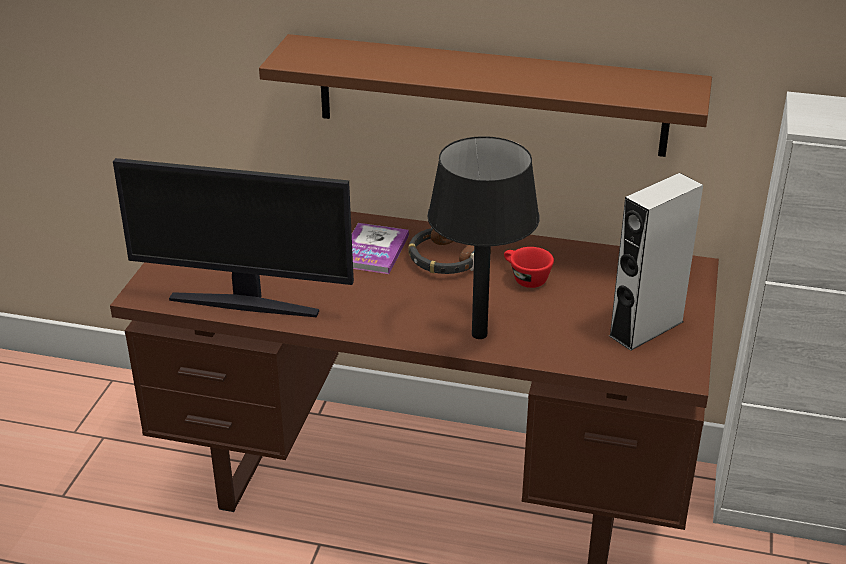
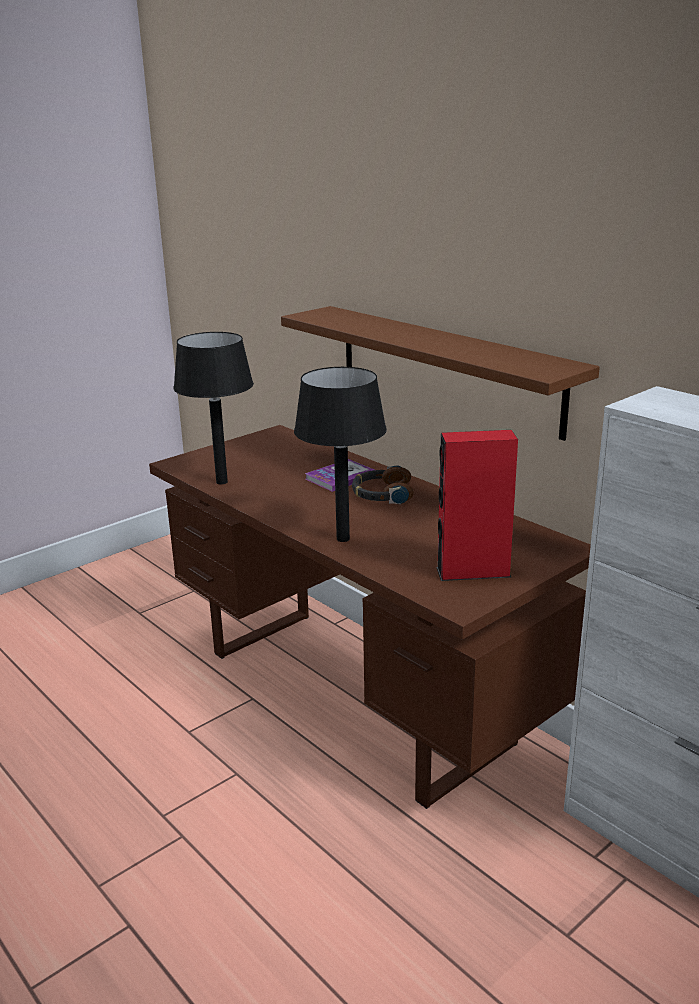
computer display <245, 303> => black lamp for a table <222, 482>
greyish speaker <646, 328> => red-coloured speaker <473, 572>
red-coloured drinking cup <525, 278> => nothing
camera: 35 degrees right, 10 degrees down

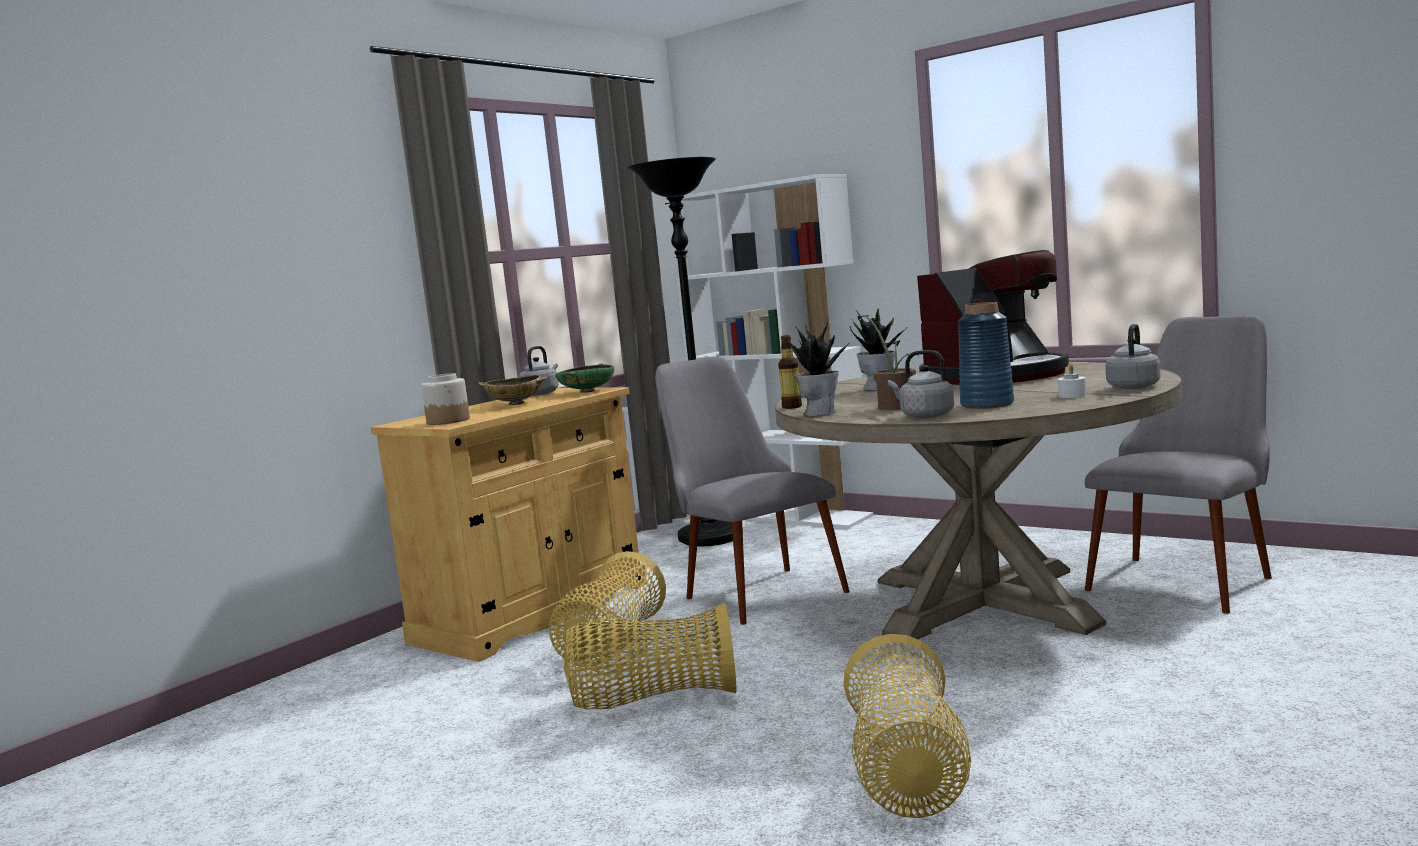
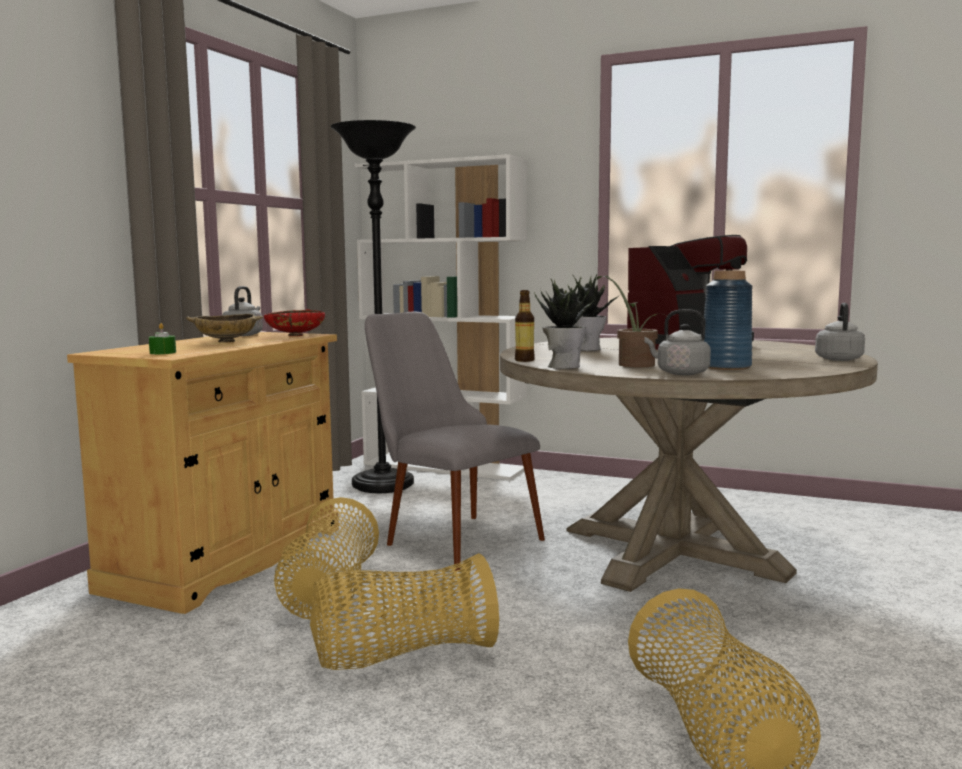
storage jar <448, 421> => green-coloured candle <163, 352>
green-coloured serving bowl <587, 391> => red-coloured serving bowl <295, 335>
white-coloured candle <1072, 395> => nothing
greyish upright chair <1189, 575> => nothing
camera: 15 degrees left, 0 degrees up

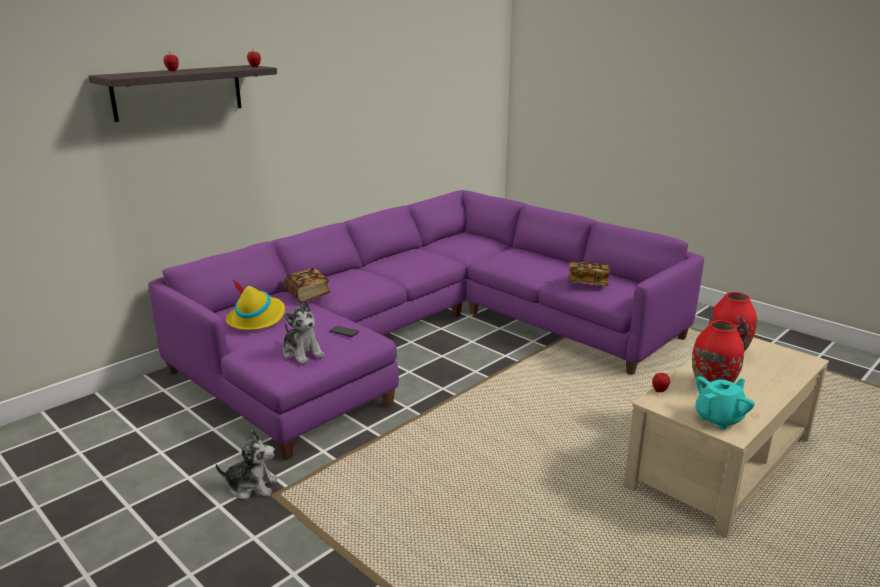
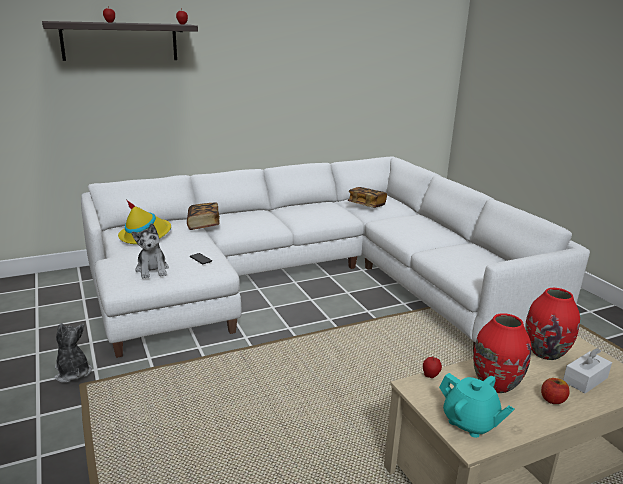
cuddly toy <251, 486> => cuddly toy <73, 372>, 150 degrees counterclockwise
purple-coloured settee <427, 333> => white-coloured settee <314, 278>
book <588, 283> => book <366, 205>, relocated
turquoise pot for tea <719, 418> => turquoise pot for tea <470, 422>, 60 degrees clockwise
nothing => apple fruit <552, 400>
nothing => white-coloured tissue box <585, 379>
camera: 20 degrees right, 0 degrees up

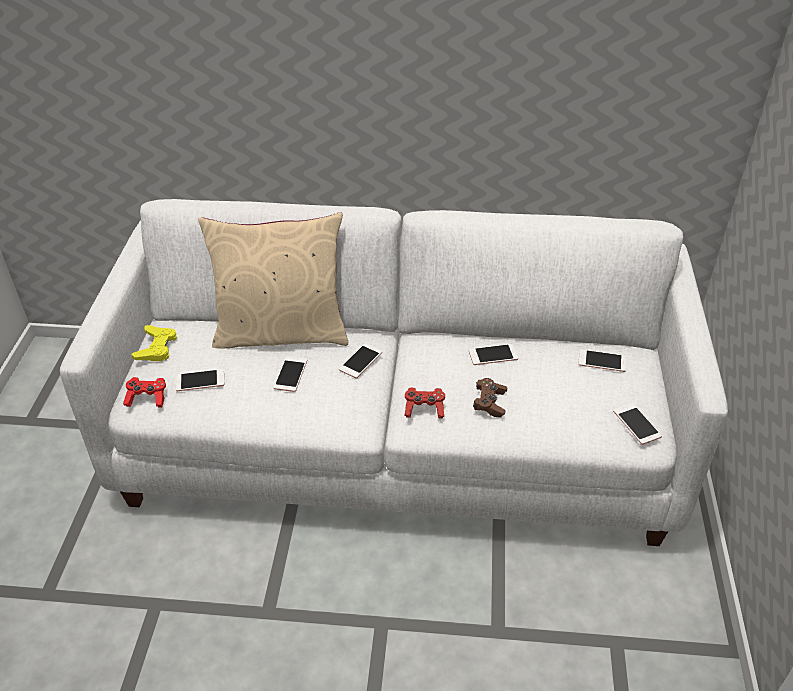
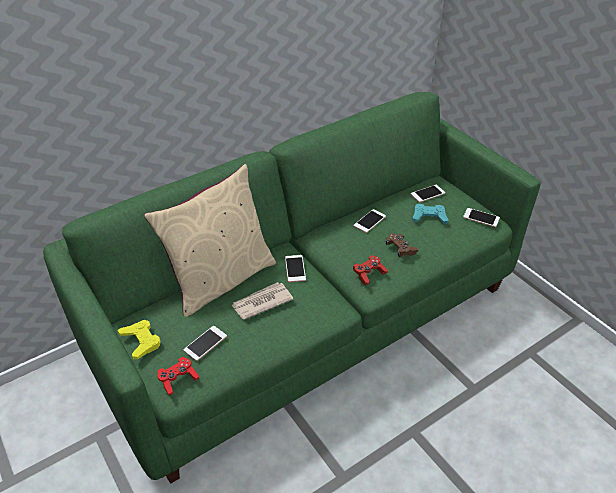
white-coloured settee <398, 440> => green-coloured settee <308, 319>
phone <290, 374> => daily paper <261, 302>
nothing => turquoise joypad <429, 217>
camera: 40 degrees left, 0 degrees up

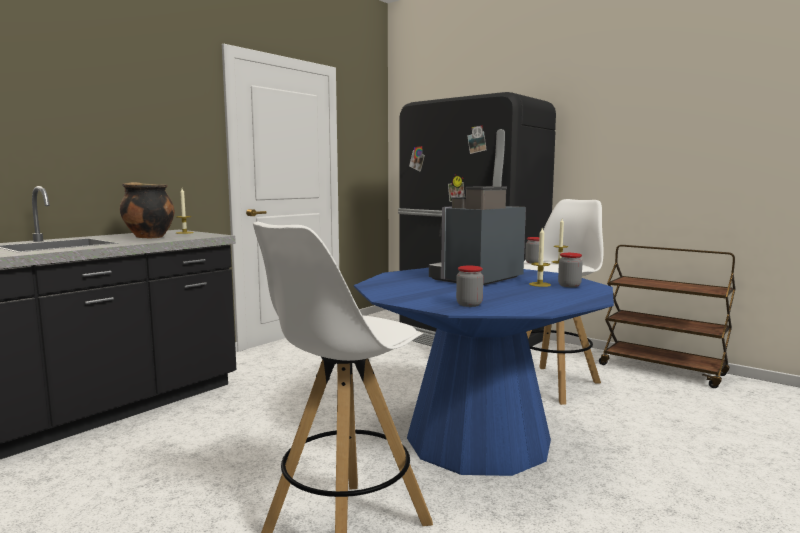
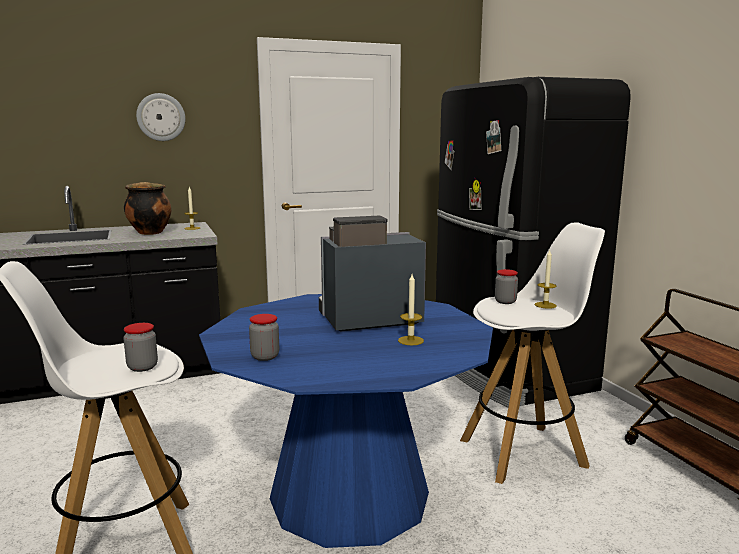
storage jar <569, 285> => storage jar <142, 367>, relocated
nothing => wall clock <161, 117>
camera: 30 degrees right, 5 degrees up

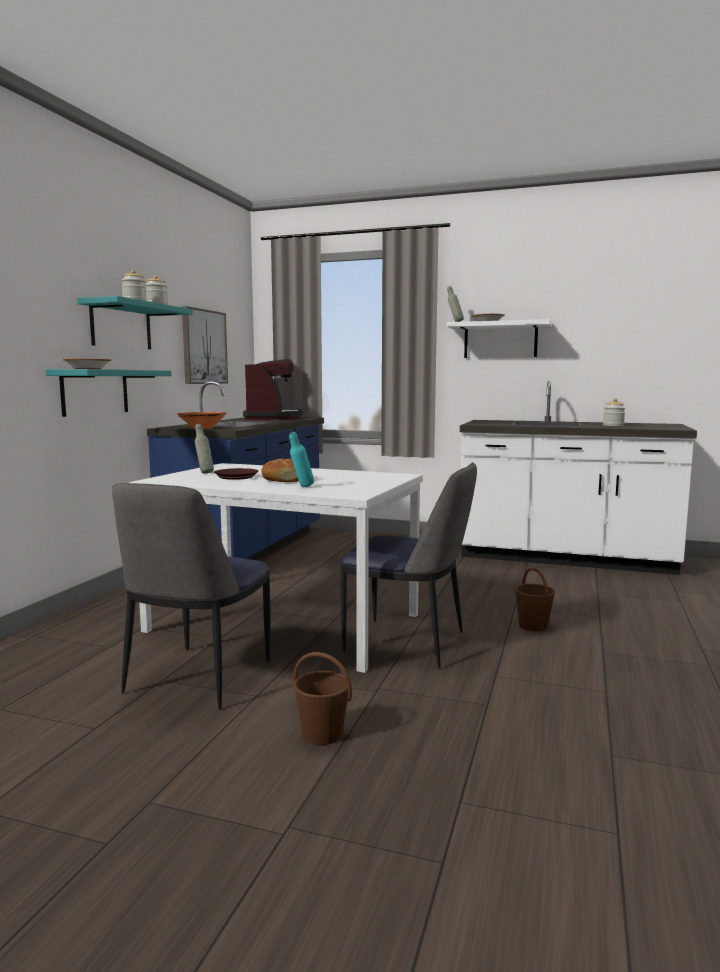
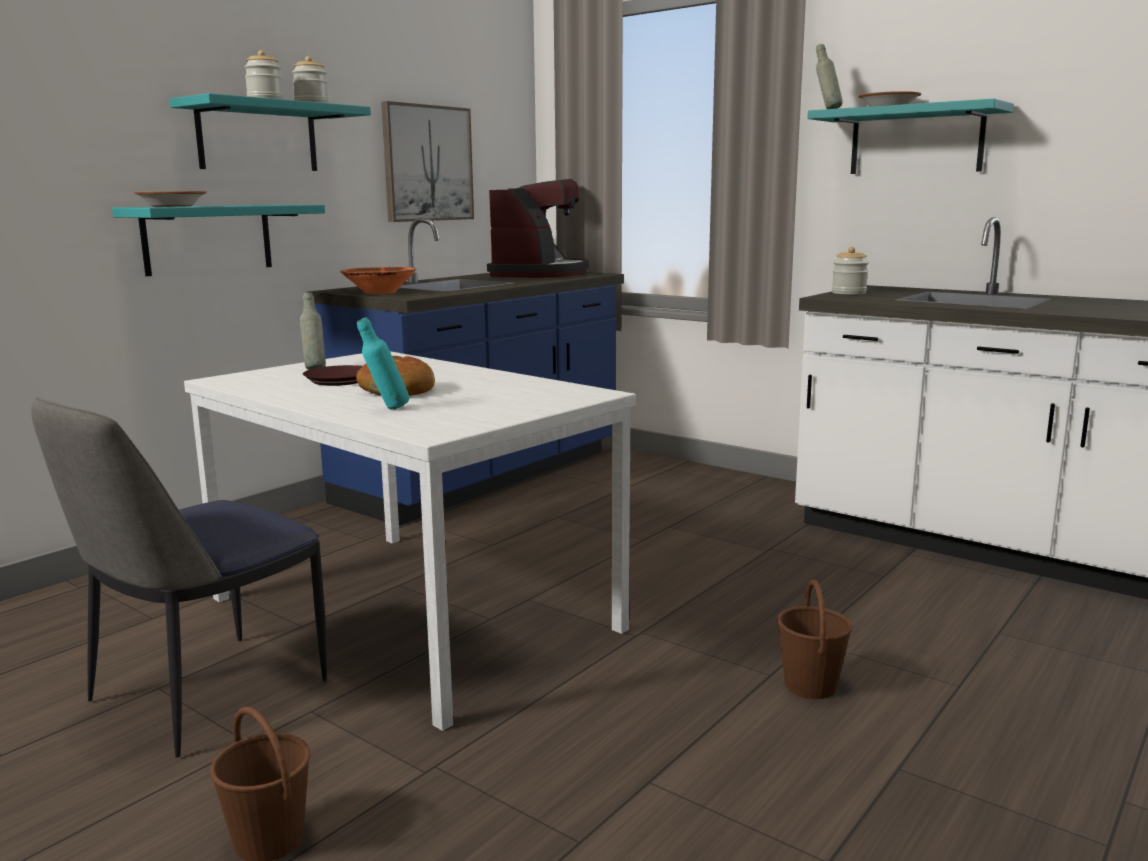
white-coloured wall shelf <500, 340> => turquoise wall shelf <916, 141>
storage jar <613, 425> => storage jar <848, 293>, relocated
upright chair <409, 643> => nothing
camera: 20 degrees right, 5 degrees up

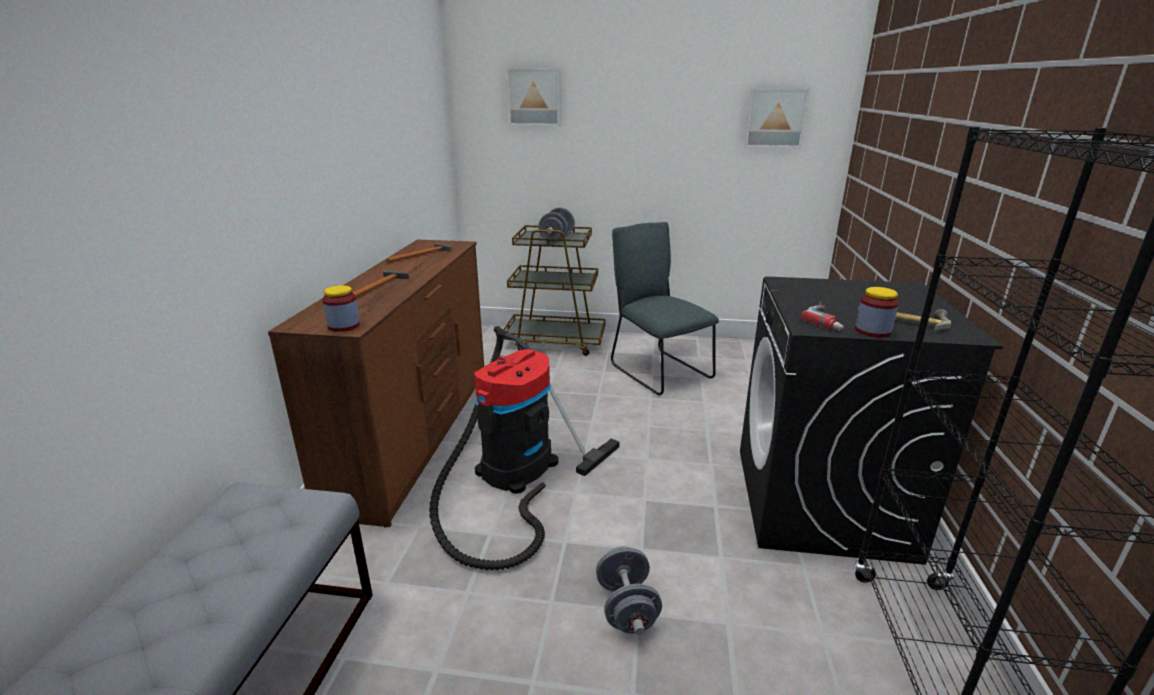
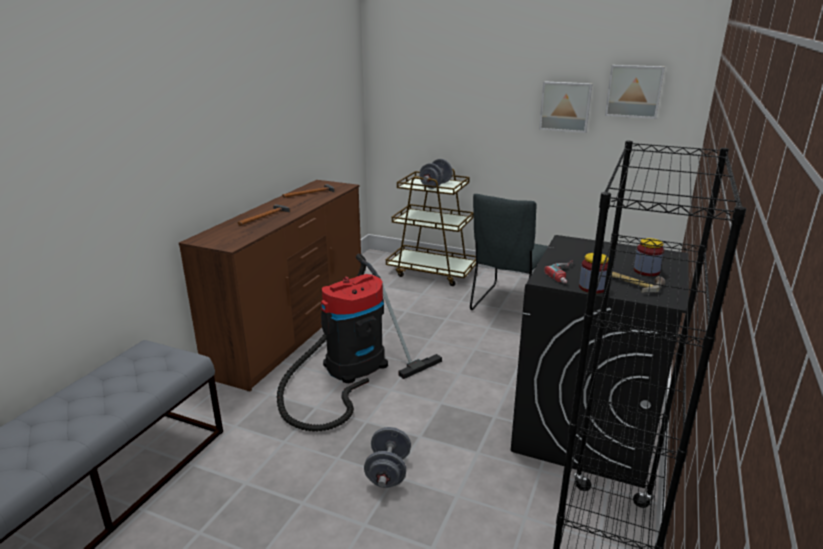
greyish upright chair <657, 370> => greyish upright chair <507, 305>, 135 degrees counterclockwise
wall picture <534, 97> => wall picture <565, 106>, relocated
storage jar <344, 326> => storage jar <646, 271>, relocated
camera: 15 degrees right, 0 degrees up

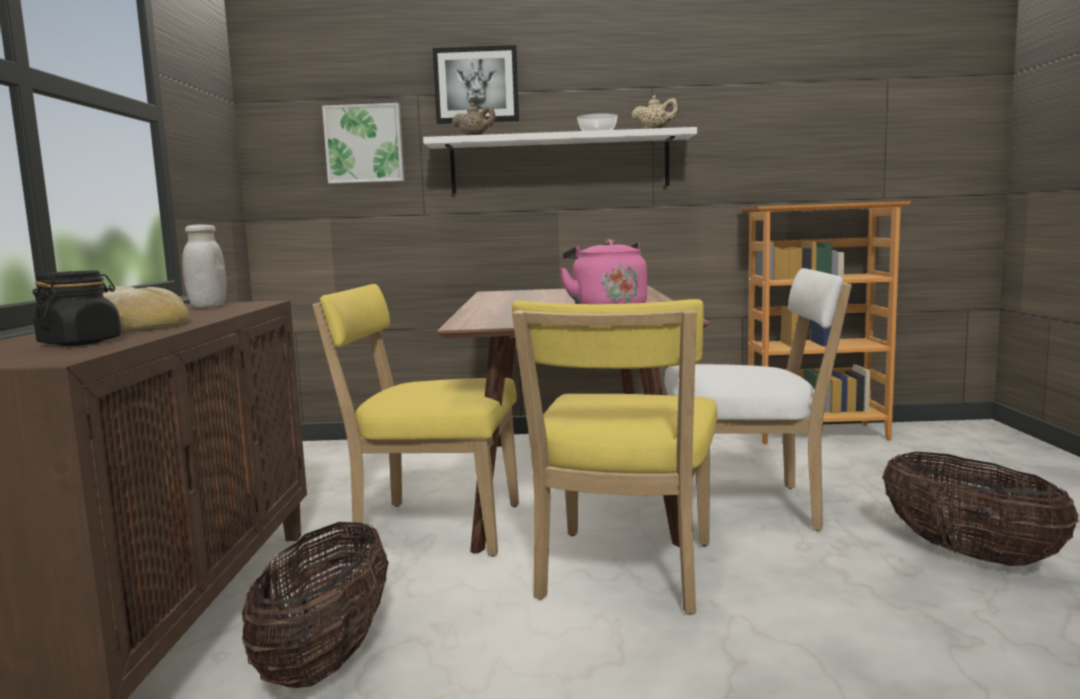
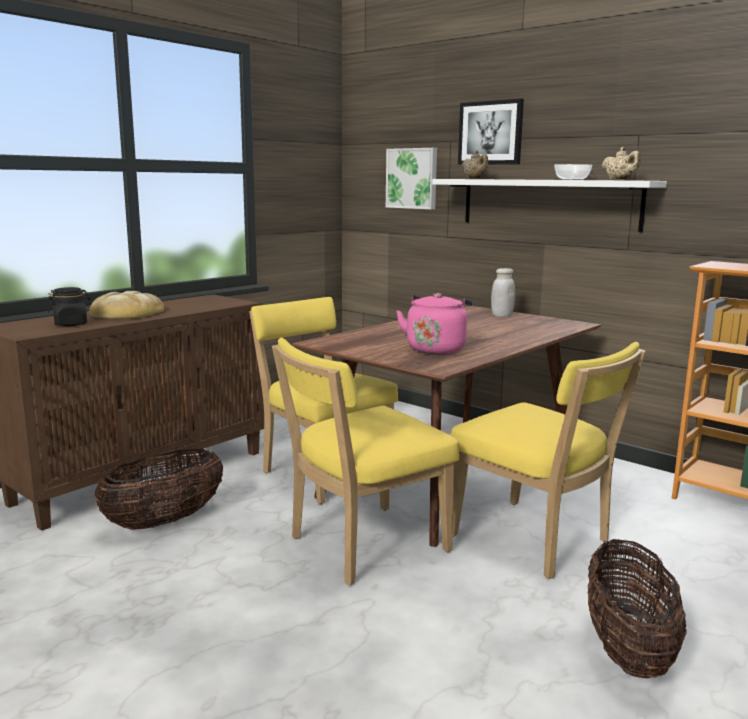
white-coloured upright chair <748, 508> => yellowish upright chair <535, 541>
white-coloured storage jar <207, 306> => white-coloured storage jar <501, 316>, relocated
camera: 40 degrees right, 5 degrees up

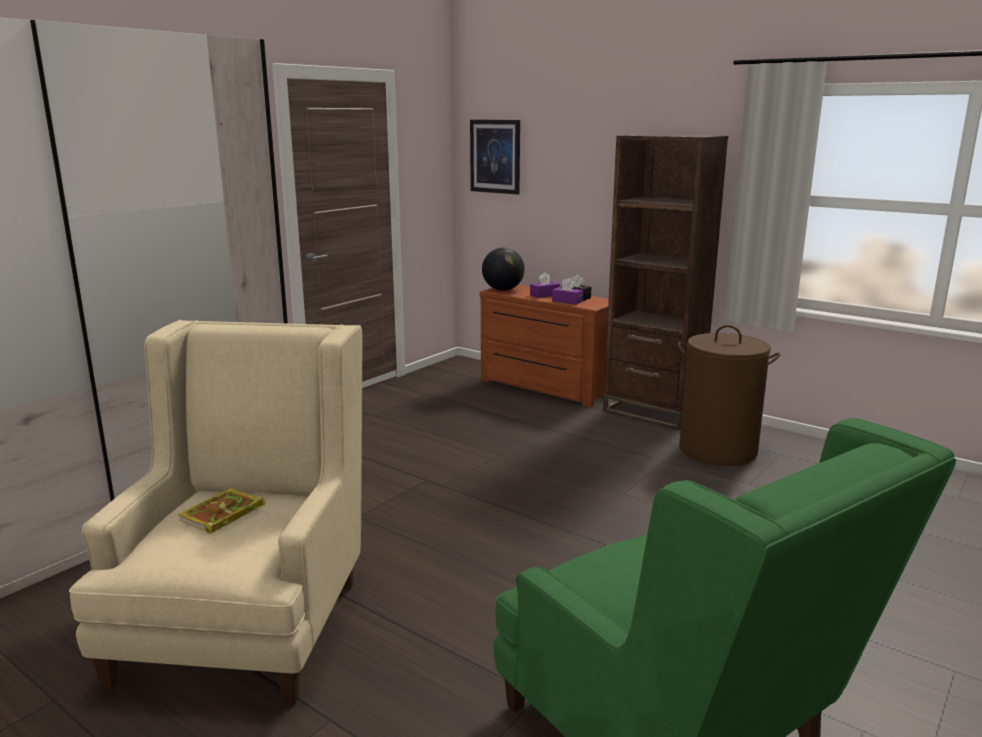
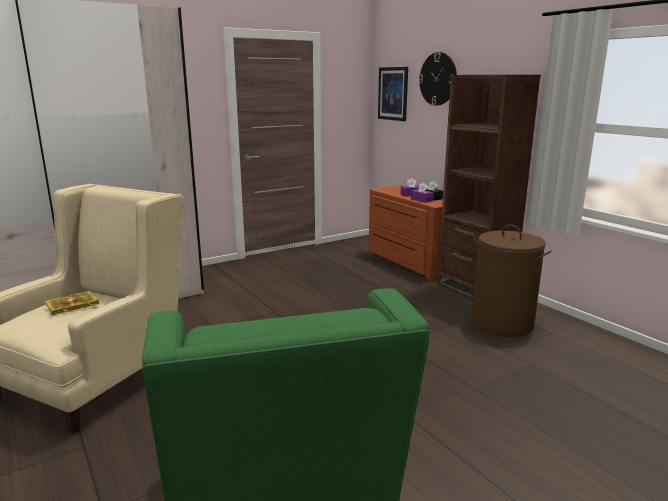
nothing => wall clock <438, 79>
world globe <503, 290> => nothing
camera: 20 degrees right, 0 degrees up

